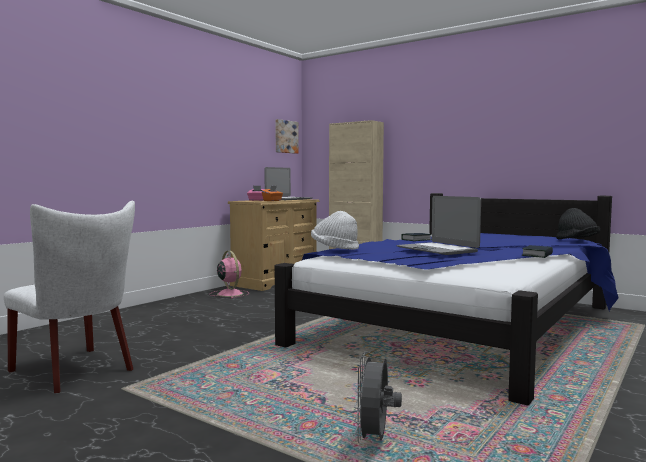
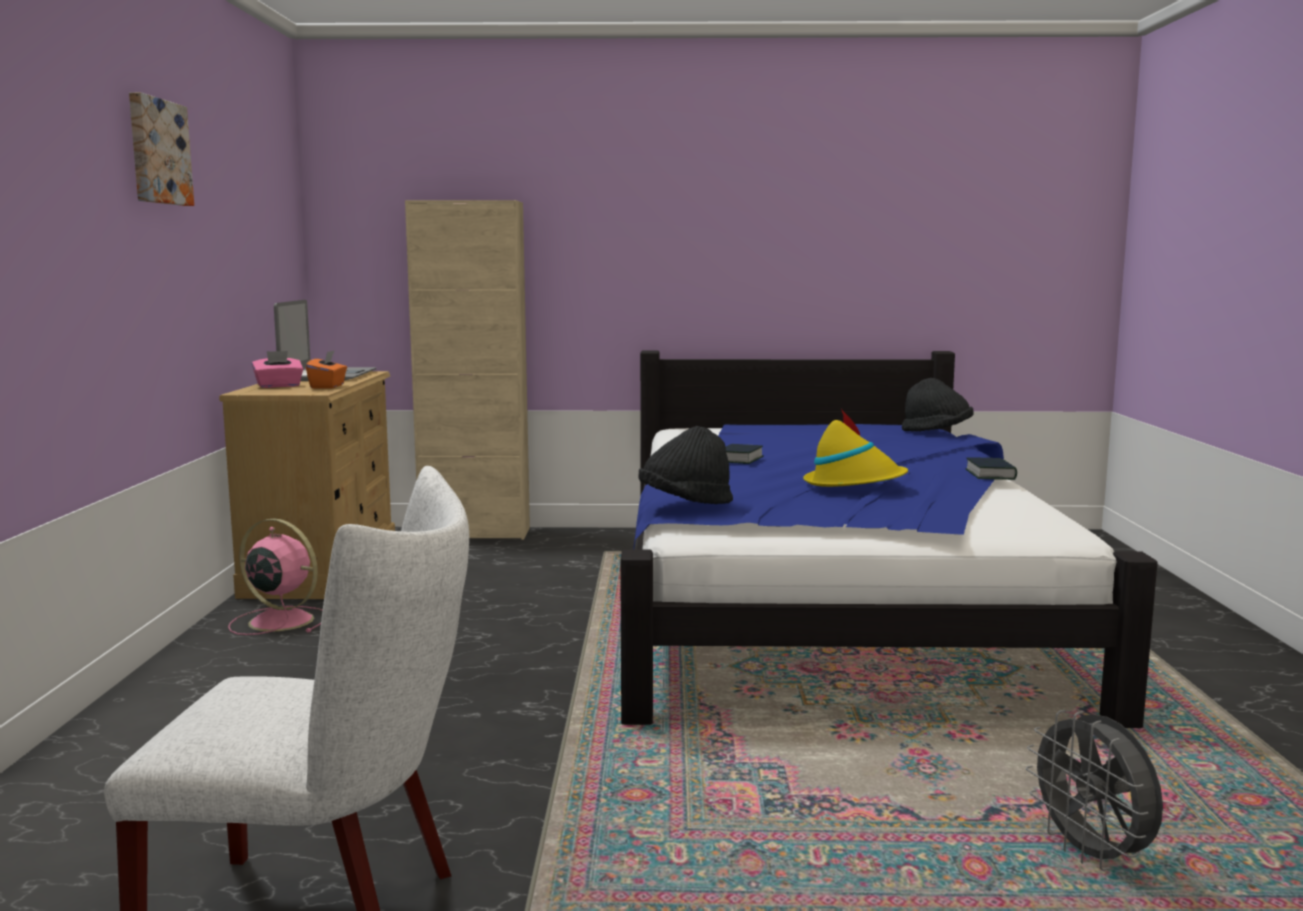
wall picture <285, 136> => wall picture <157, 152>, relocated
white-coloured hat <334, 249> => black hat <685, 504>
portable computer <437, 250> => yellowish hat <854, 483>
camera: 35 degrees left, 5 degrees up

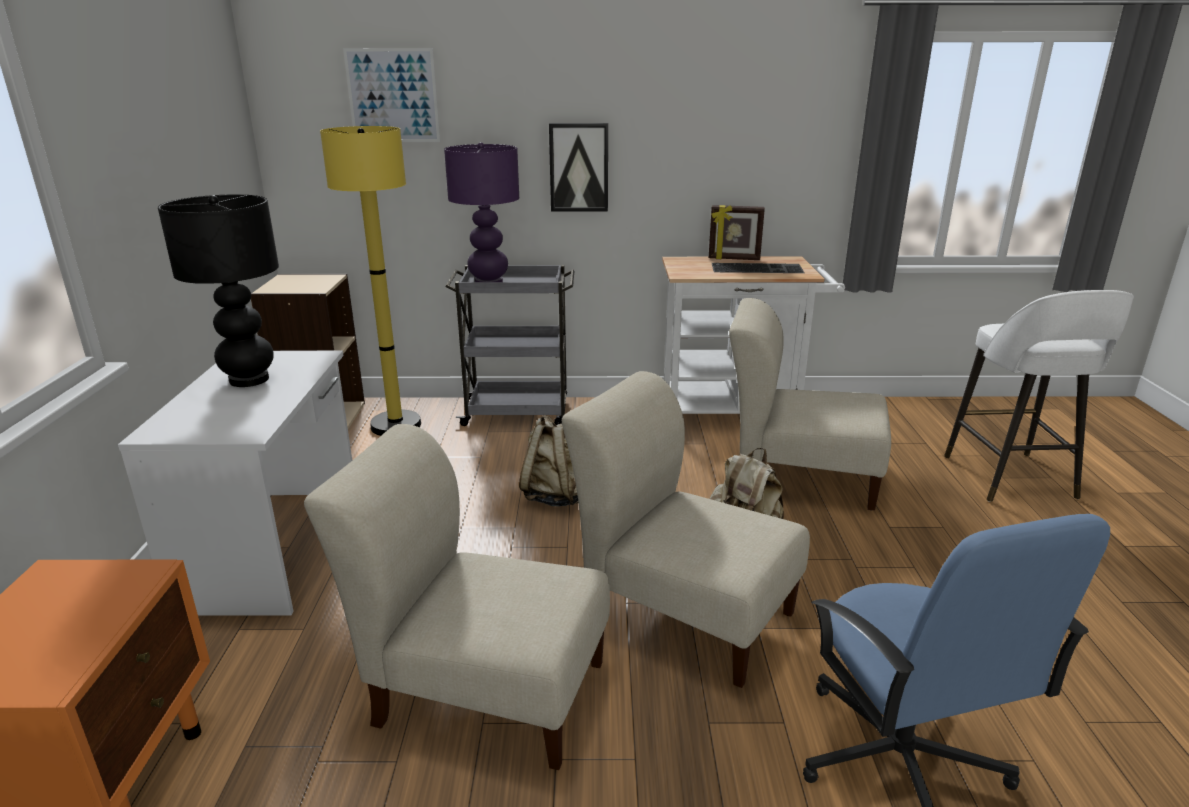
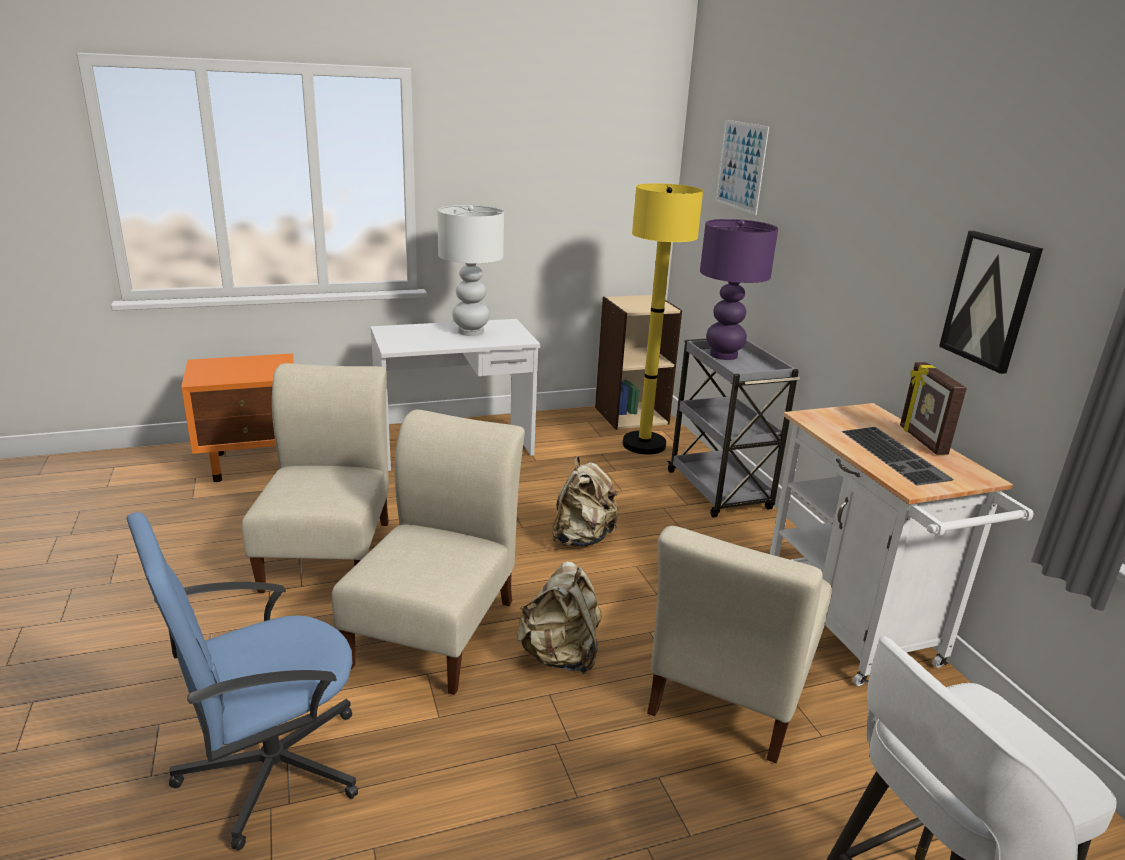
black lamp for a table <250, 379> => white-coloured lamp for a table <471, 332>
beige upright chair <798, 477> => beige upright chair <730, 691>, 150 degrees counterclockwise
wall picture <579, 167> => wall picture <990, 301>, relocated
camera: 70 degrees right, 0 degrees up

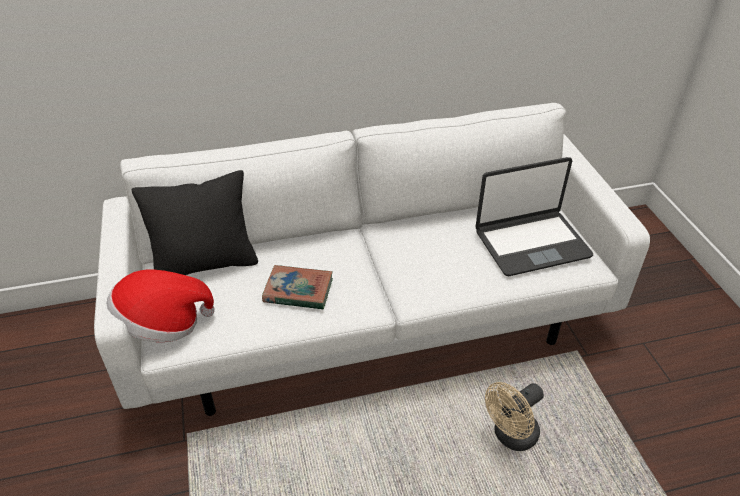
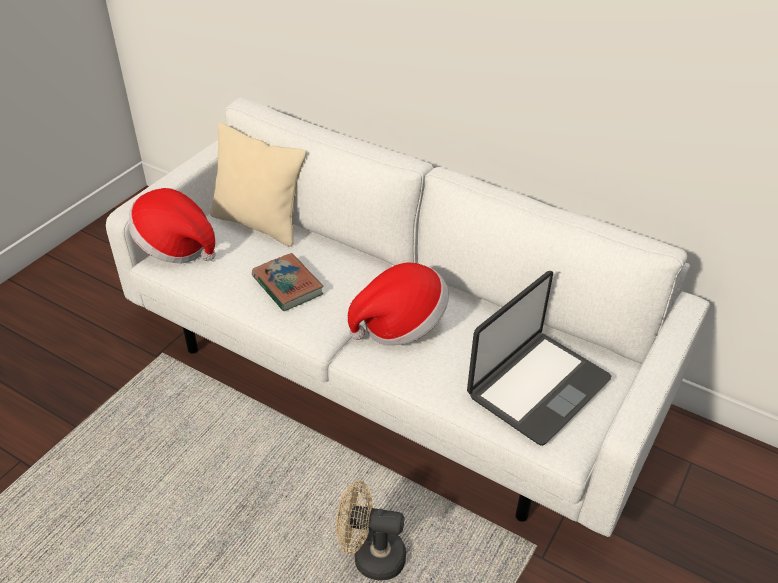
black pillow <206, 264> => beige pillow <259, 223>
nothing => hat <400, 324>
portable computer <531, 243> => portable computer <537, 387>, 75 degrees counterclockwise
camera: 45 degrees right, 0 degrees up

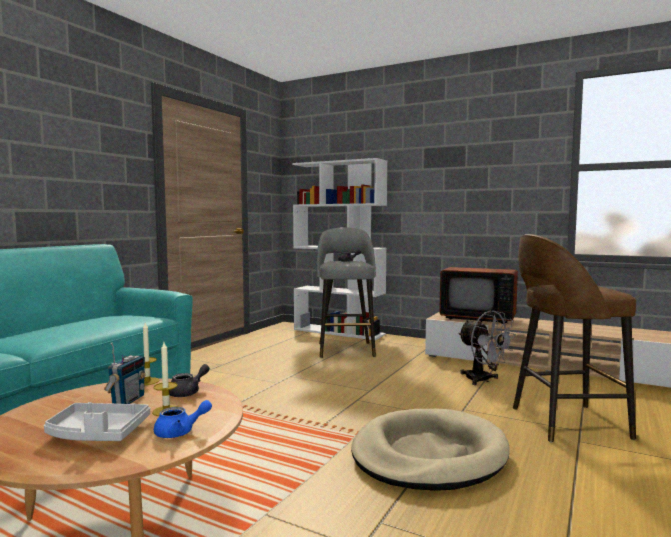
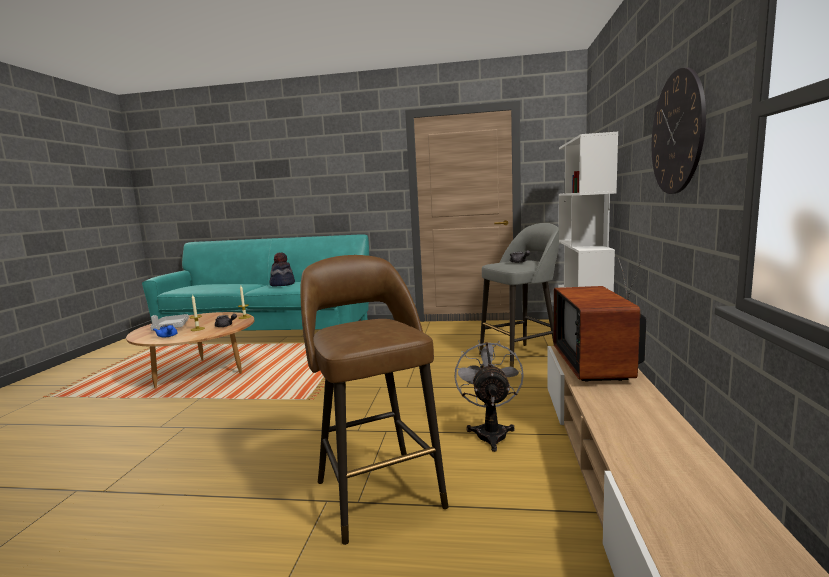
nothing => hat <282, 284>
greyish fan <483, 380> => greyish fan <490, 432>, 150 degrees clockwise
nothing => wall clock <677, 133>
radio receiver <127, 400> => nothing
beige dog cushion <428, 455> => nothing
camera: 70 degrees right, 5 degrees up

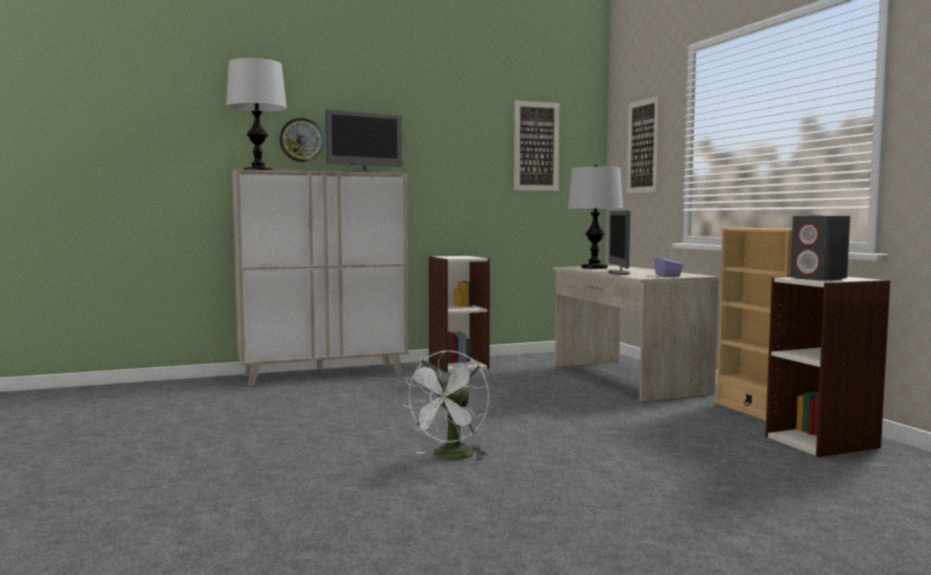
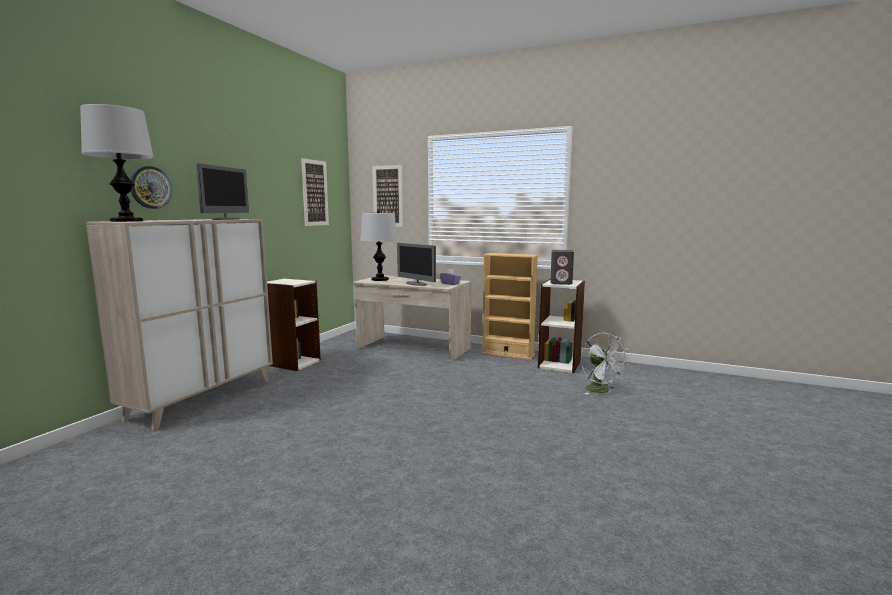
white-coloured fan <450, 457> => white-coloured fan <601, 391>, relocated
camera: 45 degrees left, 5 degrees up

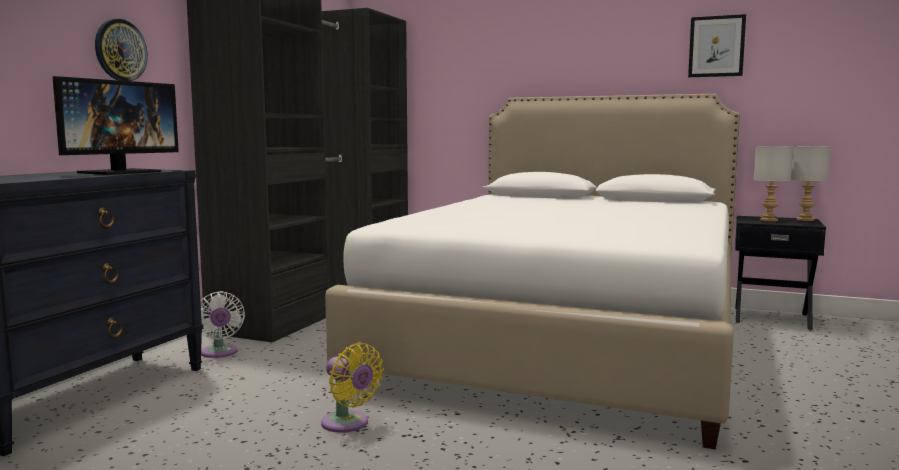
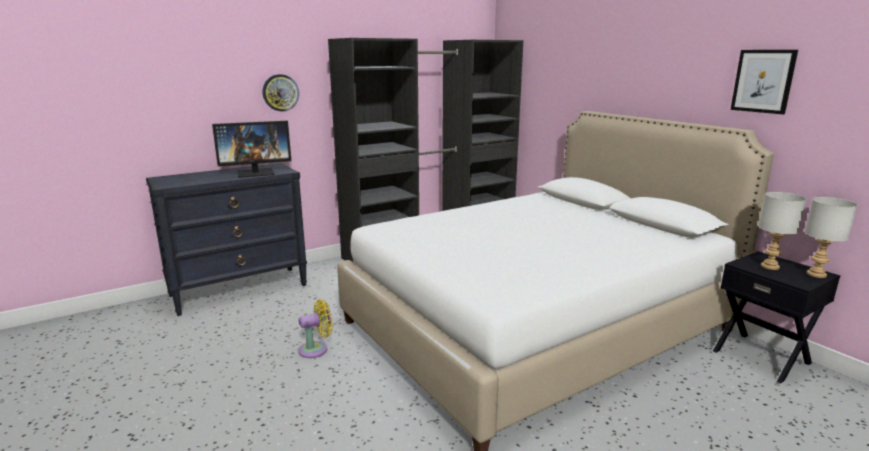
yellowish fan <348, 424> => yellowish fan <316, 349>, 105 degrees counterclockwise
white-coloured fan <219, 353> => nothing
camera: 35 degrees right, 10 degrees up

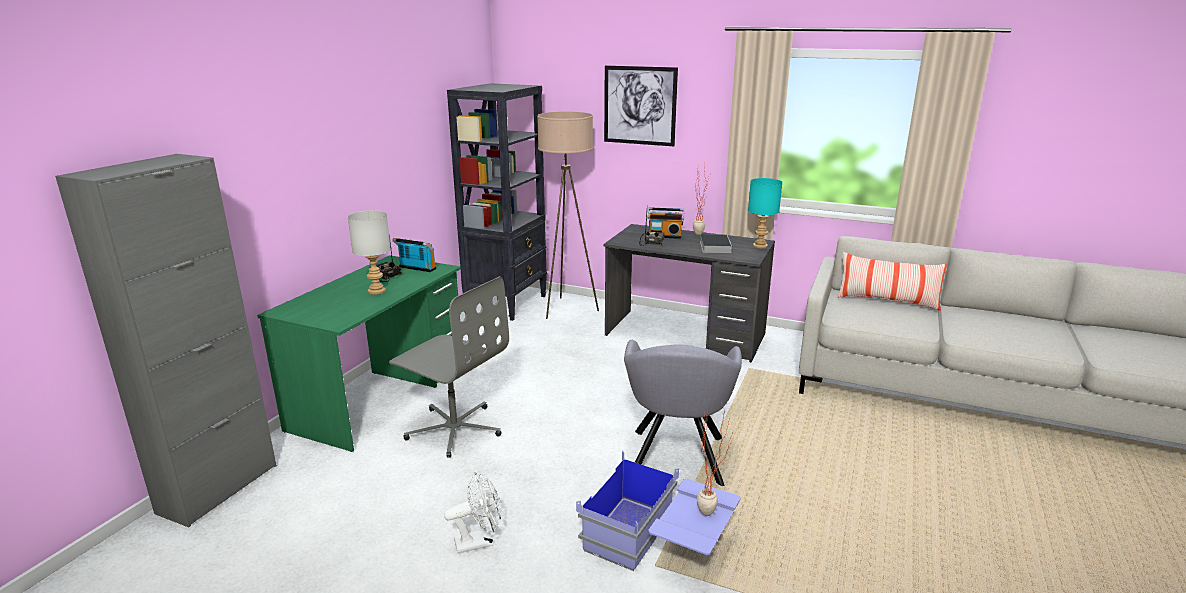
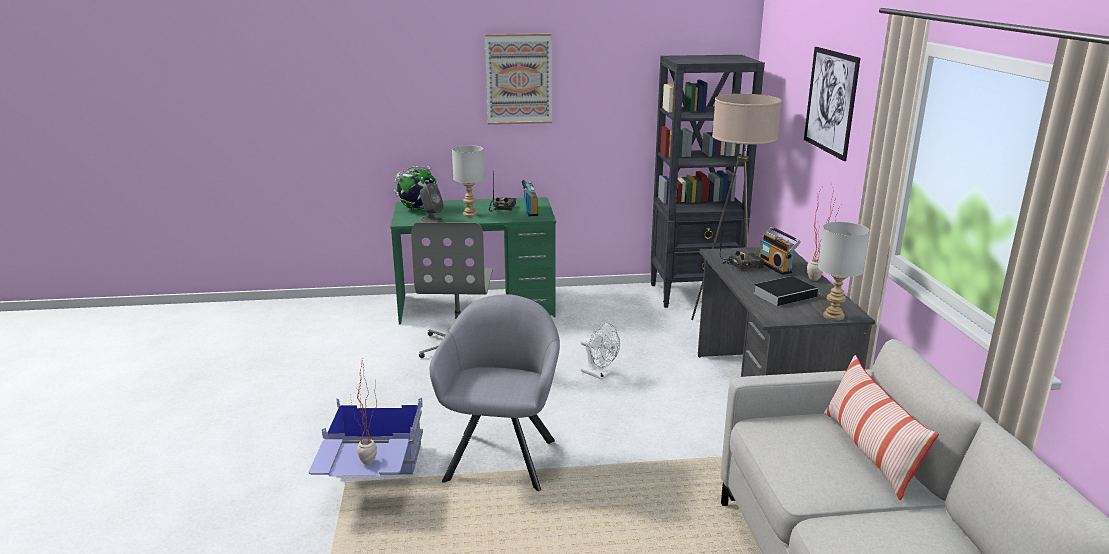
nothing => world globe <418, 209>
nothing => greyish speaker <431, 219>
greyish easy chair <676, 461> => greyish easy chair <502, 456>, 120 degrees clockwise
nothing => wall picture <519, 79>
white-coloured fan <479, 541> => white-coloured fan <599, 374>, relocated
turquoise lamp for a table <760, 246> => greyish lamp for a table <833, 316>
greyish cupboard <218, 488> => nothing
camera: 60 degrees right, 0 degrees up

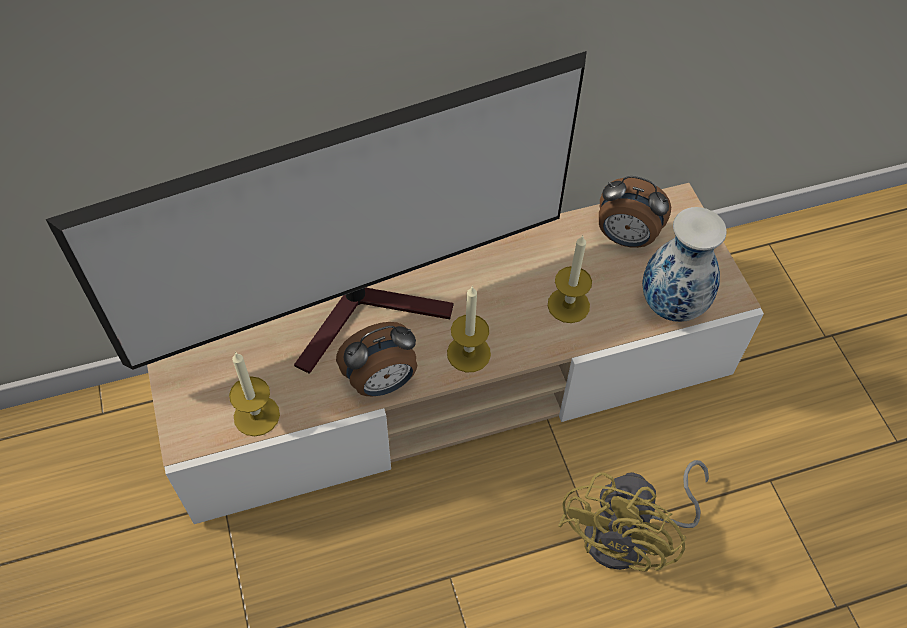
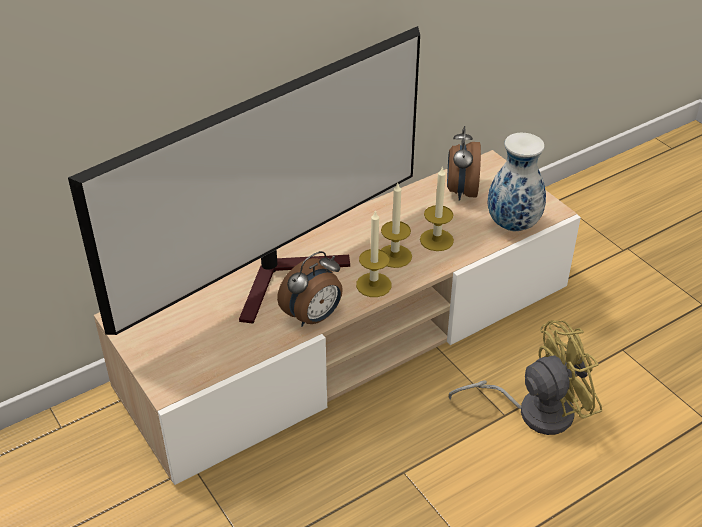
candle <256, 415> => candle <394, 256>, relocated
alarm clock <625, 238> => alarm clock <461, 191>, 90 degrees clockwise
yellowish fan <630, 536> => yellowish fan <534, 410>, 120 degrees counterclockwise
camera: 15 degrees left, 15 degrees down

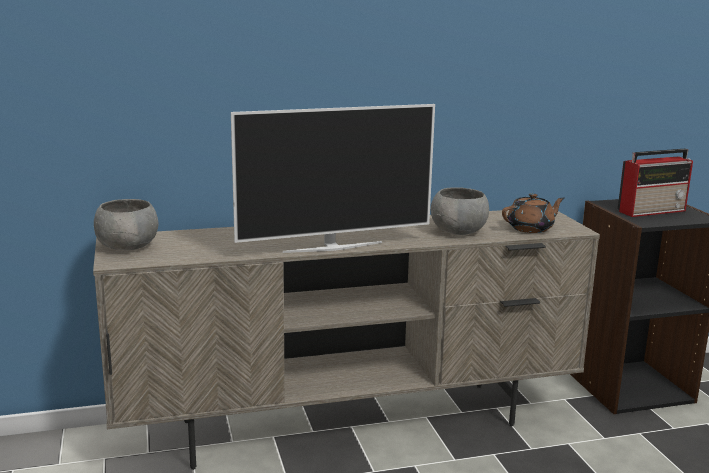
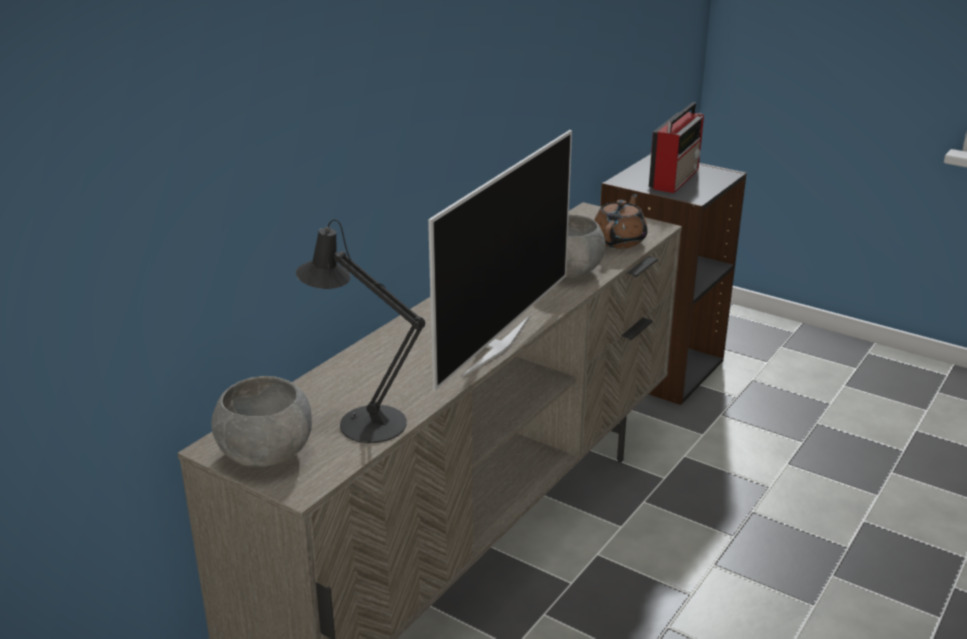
nothing => black lamp for a table <363, 422>
camera: 40 degrees left, 10 degrees up

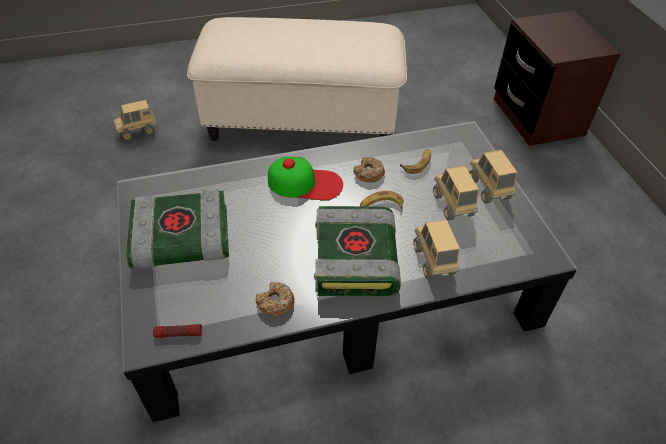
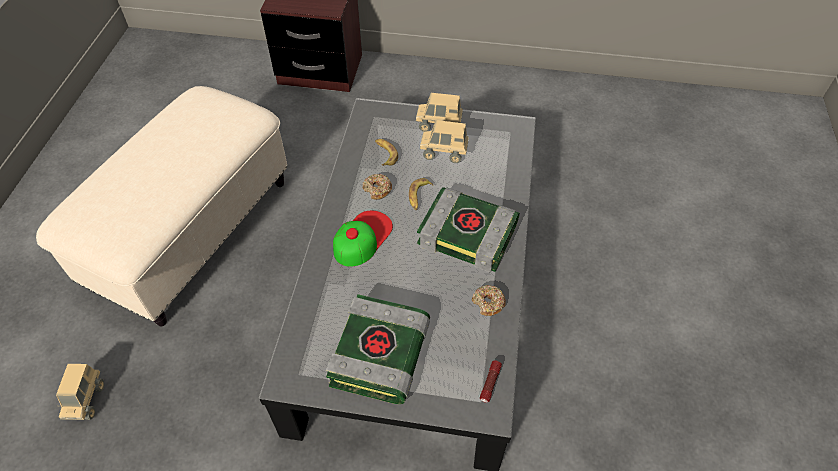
model truck <433, 261> => nothing
camera: 65 degrees left, 5 degrees up

